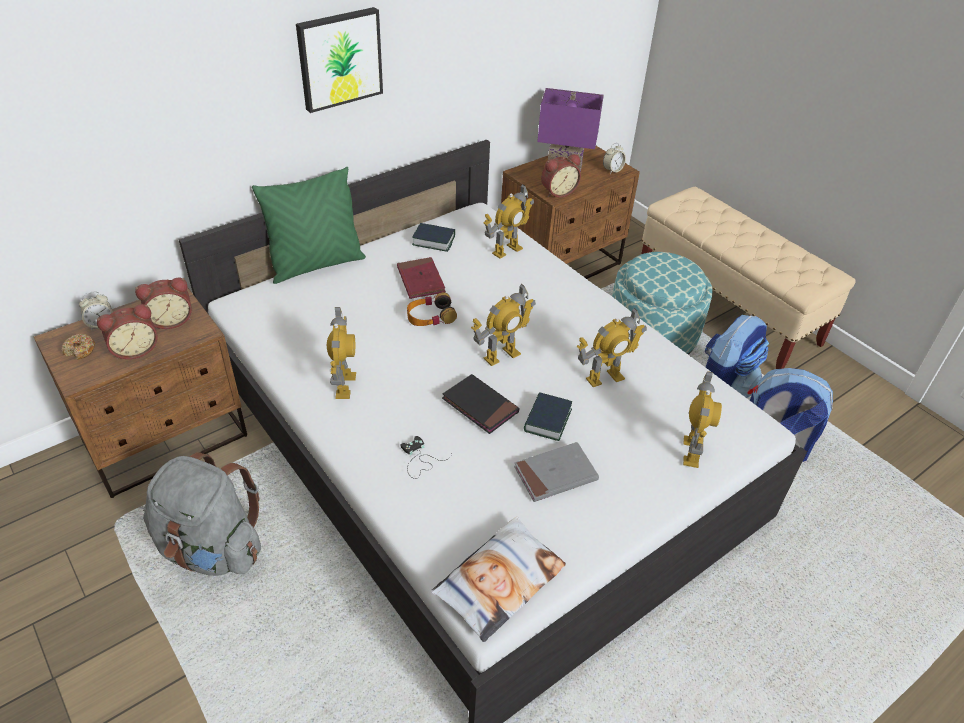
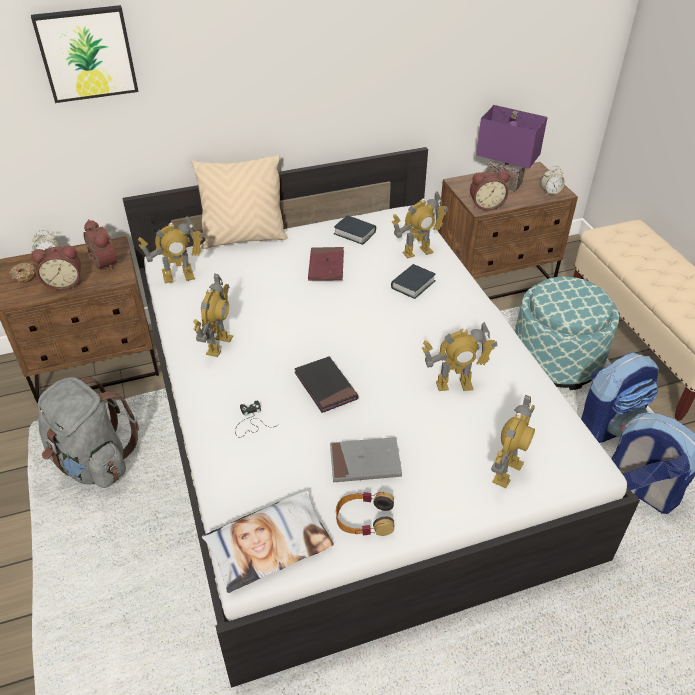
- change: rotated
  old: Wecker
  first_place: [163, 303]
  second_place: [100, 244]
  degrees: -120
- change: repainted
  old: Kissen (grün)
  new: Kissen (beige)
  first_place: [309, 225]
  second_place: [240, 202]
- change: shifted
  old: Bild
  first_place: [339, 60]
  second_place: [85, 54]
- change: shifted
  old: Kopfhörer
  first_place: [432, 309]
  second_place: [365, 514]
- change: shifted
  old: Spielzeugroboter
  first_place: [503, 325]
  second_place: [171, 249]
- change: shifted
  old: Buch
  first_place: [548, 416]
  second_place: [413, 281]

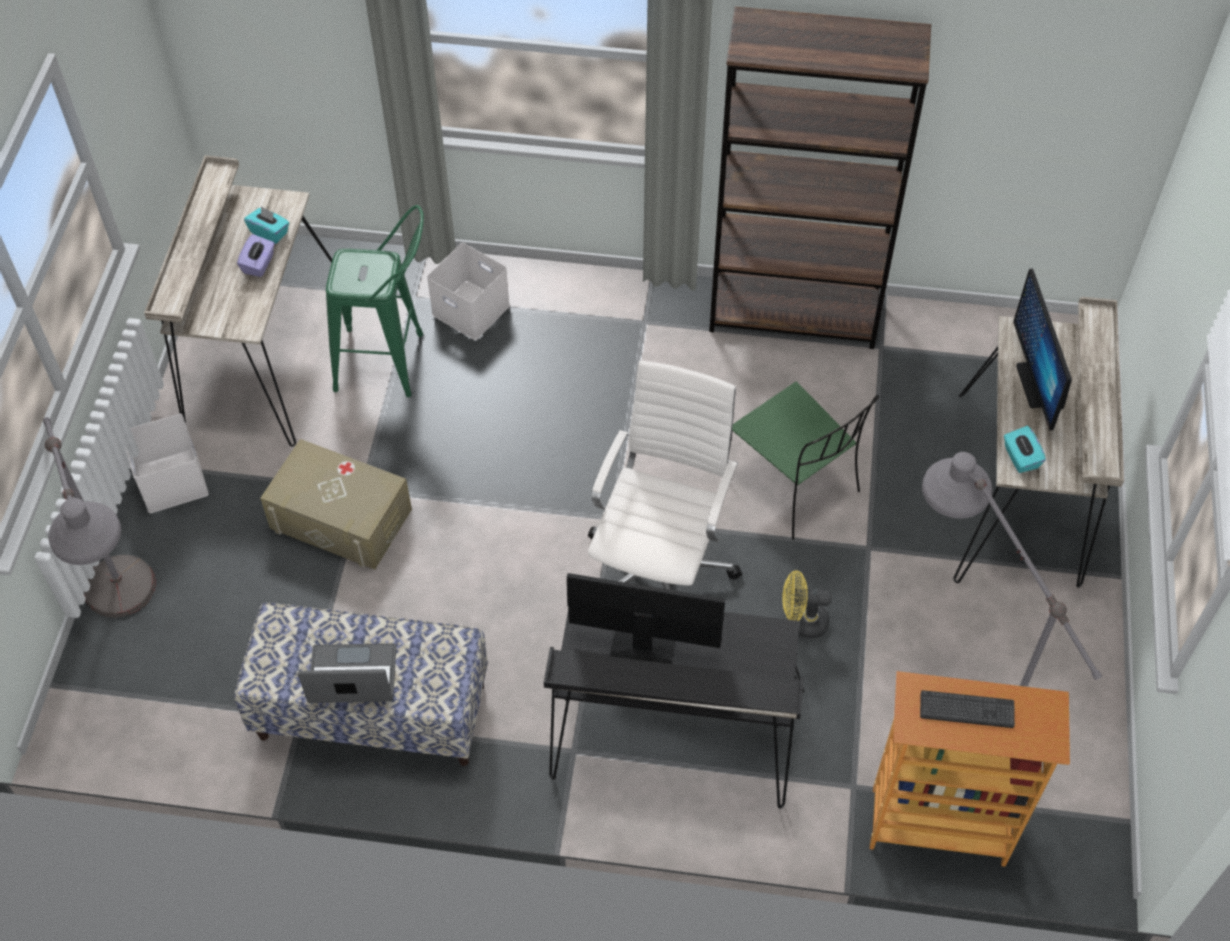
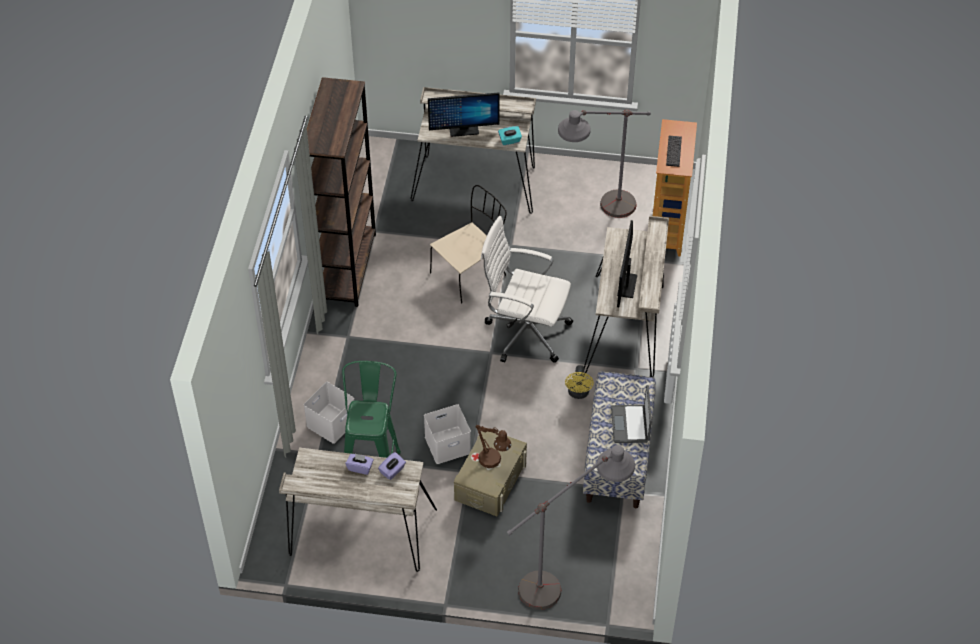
- change: shifted
  old: Aufbewahrungsbox (weiß)
  first_place: [167, 463]
  second_place: [447, 434]
- change: gone
  old: Taschentuchbox (türkis)
  first_place: [266, 225]
- change: repainted
  old: Schreibtisch (schwarz)
  new: Schreibtisch (beige)
  first_place: [674, 710]
  second_place: [626, 296]
- change: repainted
  old: Stuhl (grün)
  new: Stuhl (beige)
  first_place: [804, 461]
  second_place: [468, 244]
- change: shifted
  old: Ventilator (gelb)
  first_place: [807, 604]
  second_place: [579, 382]
- change: new
  new: Taschentuchbox (lila)
  second_place: [392, 466]
- change: new
  new: Tischlampe (braun)
  second_place: [493, 446]

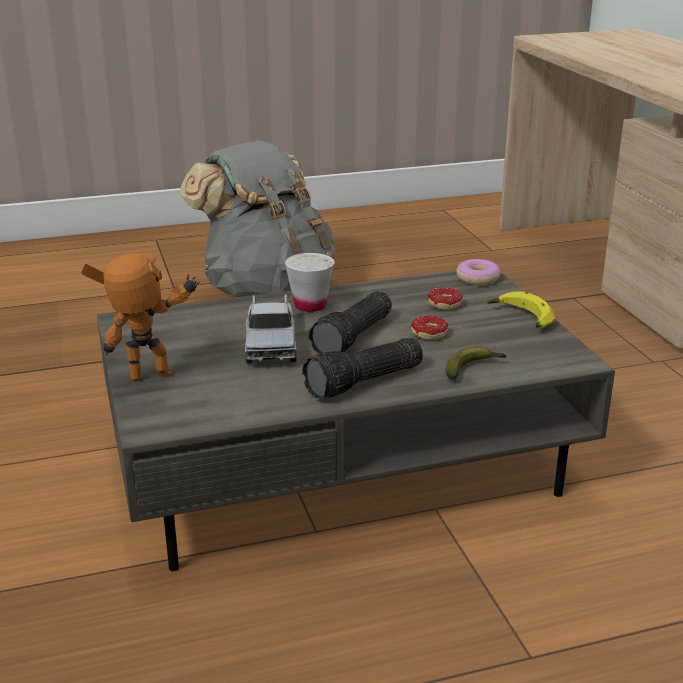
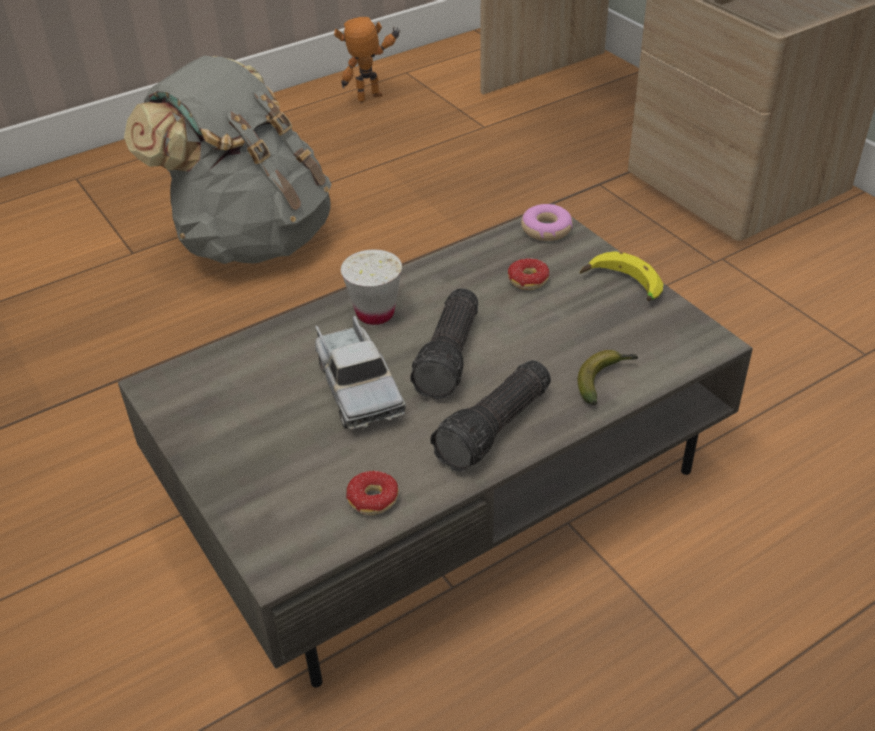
- change: shifted
  old: Spielzeugroboter
  first_place: [140, 317]
  second_place: [367, 59]
- change: shifted
  old: Donut
  first_place: [429, 327]
  second_place: [372, 493]

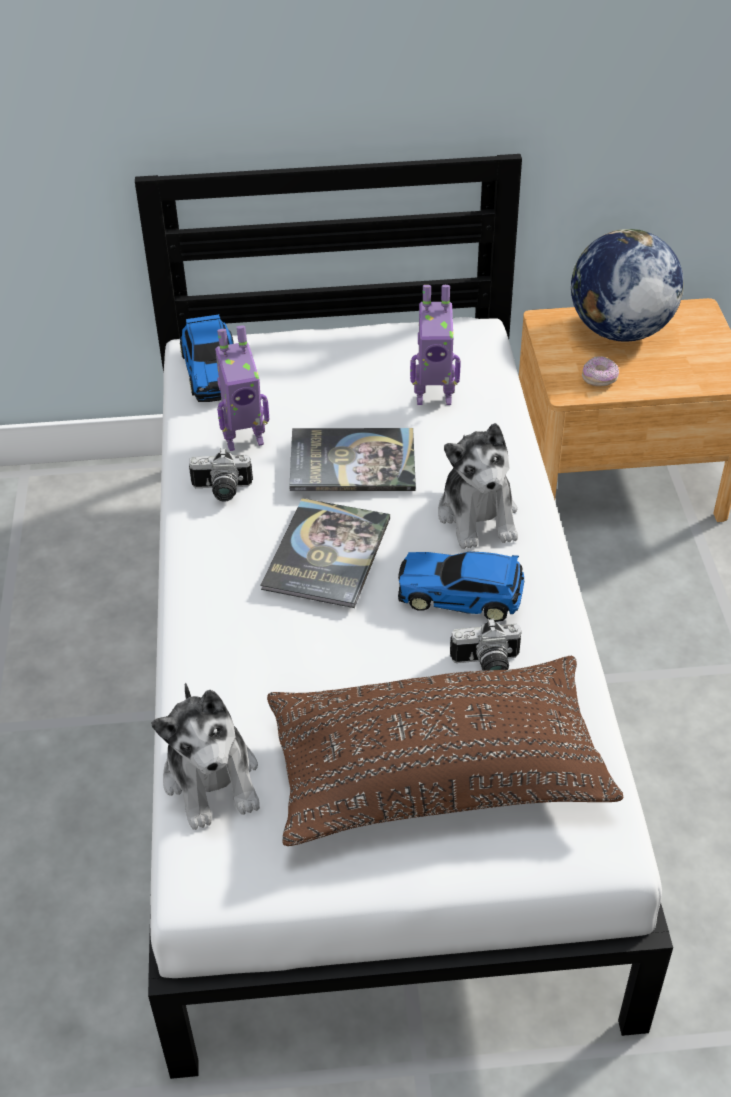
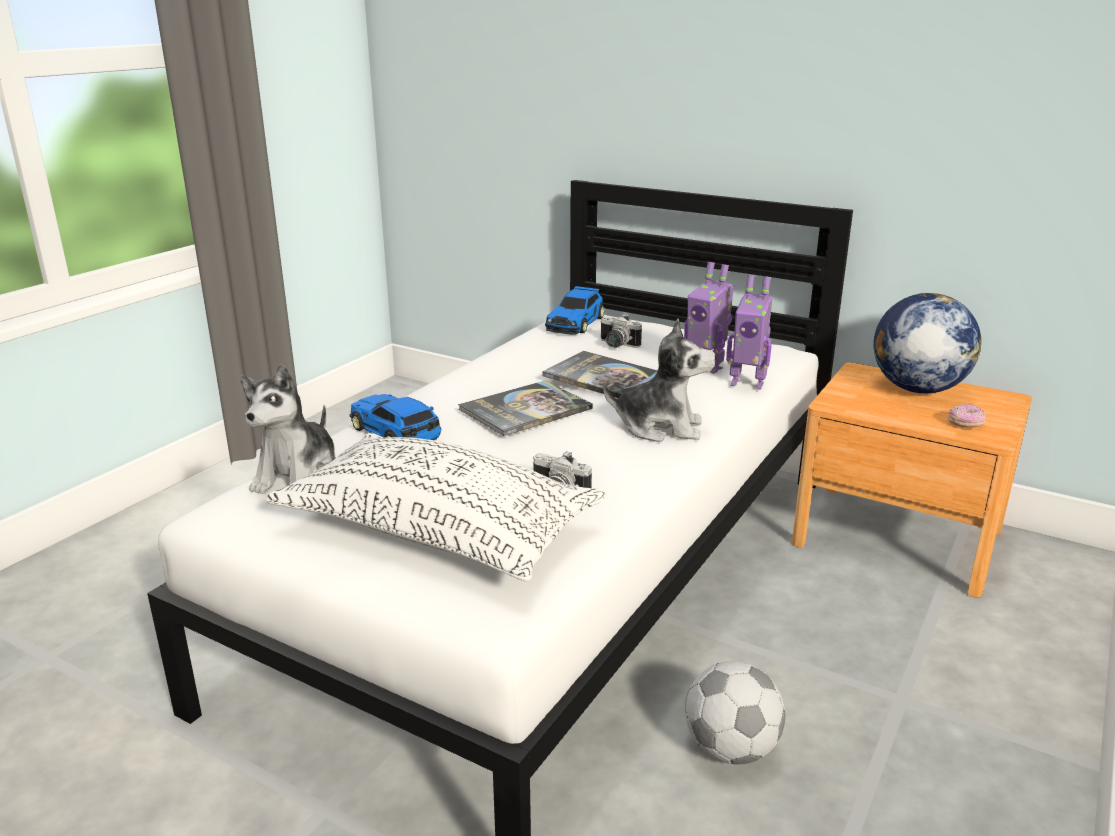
- change: shifted
  old: Kamera
  first_place: [221, 475]
  second_place: [621, 331]
- change: shifted
  old: Spielzeugroboter
  first_place: [242, 388]
  second_place: [749, 332]
- change: repainted
  old: Kissen (braun)
  new: Kissen (weiß)
  first_place: [445, 751]
  second_place: [435, 507]
- change: shifted
  old: Spielzeugauto
  first_place: [461, 586]
  second_place: [395, 417]
- change: rotated
  old: Plüschtier
  first_place: [478, 486]
  second_place: [659, 380]
  degrees: -105
- change: shifted
  old: Donut
  first_place: [600, 371]
  second_place: [967, 416]
- change: new
  new: Fußball
  second_place: [735, 713]

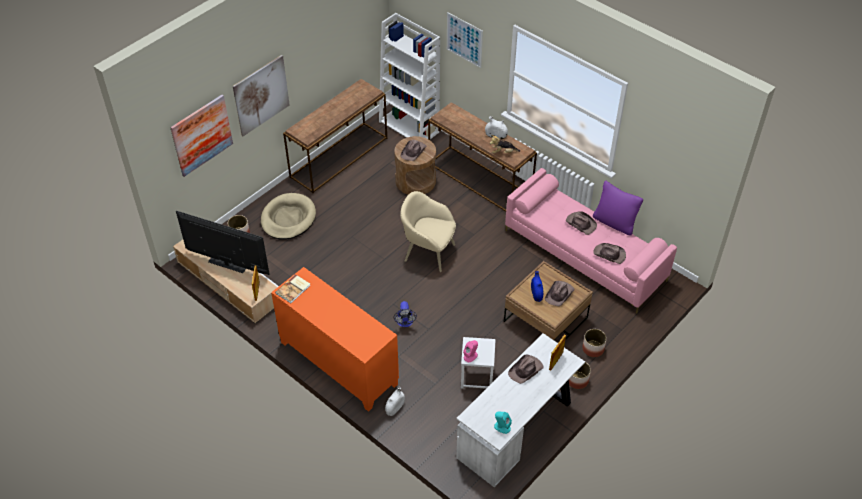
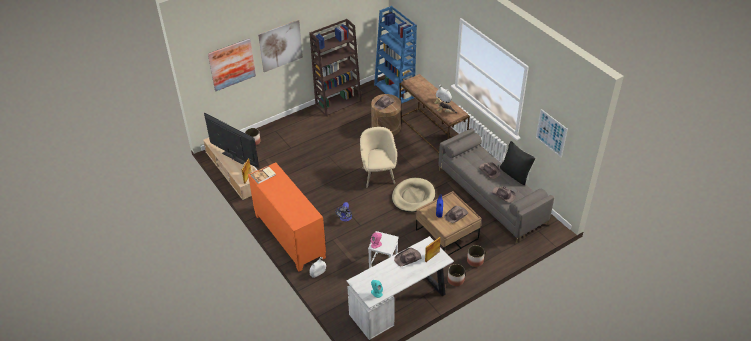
- change: shifted
  old: Hundebett (beige)
  first_place: [288, 216]
  second_place: [413, 195]
- change: swapped
  old: Konsolentisch (braun)
  new: Bücherregal (braun)
  first_place: [335, 136]
  second_place: [335, 68]
- change: repainted
  old: Bücherregal (weiß)
  new: Bücherregal (blau)
  first_place: [409, 76]
  second_place: [395, 55]
- change: rotated
  old: Sessel (beige)
  first_place: [428, 231]
  second_place: [378, 157]
  degrees: 45
- change: shifted
  old: Bild
  first_place: [465, 40]
  second_place: [552, 133]
- change: repainted
  old: Sofa (rosa)
  new: Sofa (grau)
  first_place: [591, 241]
  second_place: [496, 185]
- change: repainted
  old: Kissen (lila)
  new: Kissen (schwarz)
  first_place: [618, 208]
  second_place: [517, 163]

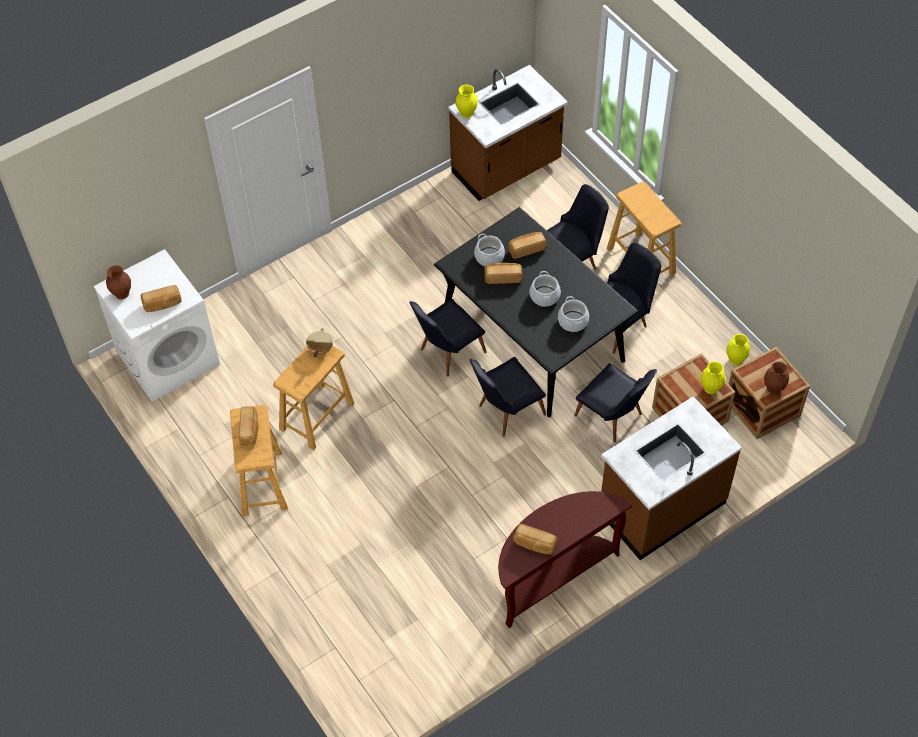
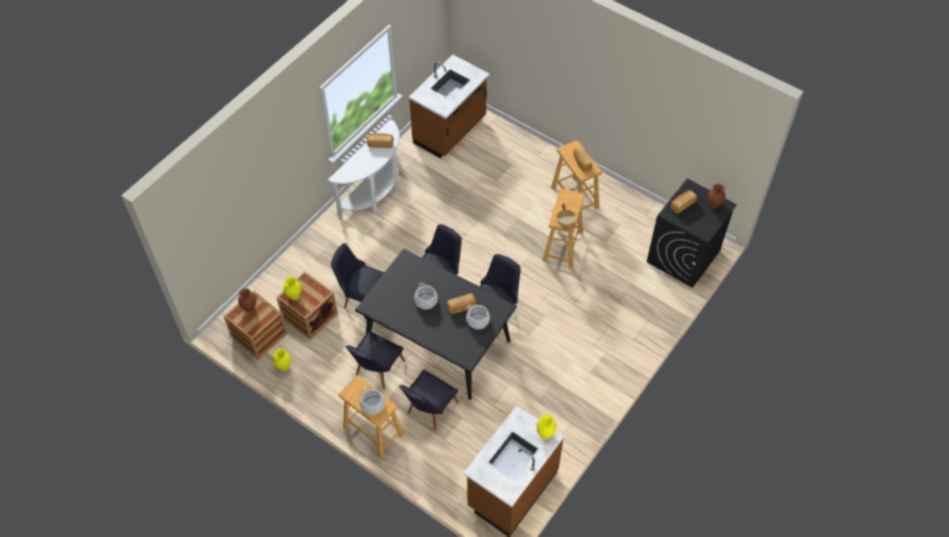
- change: repainted
  old: Waschmaschine (weiß)
  new: Waschmaschine (schwarz)
  first_place: [157, 325]
  second_place: [692, 233]
- change: repainted
  old: Konsolentisch (braun)
  new: Konsolentisch (weiß)
  first_place: [565, 559]
  second_place: [364, 168]
- change: gone
  old: Brot
  first_place: [527, 245]
- change: shifted
  old: Kochtopf
  first_place: [573, 314]
  second_place: [372, 401]
- change: shifted
  old: Küchenzeile (braun)
  first_place: [671, 478]
  second_place: [449, 106]

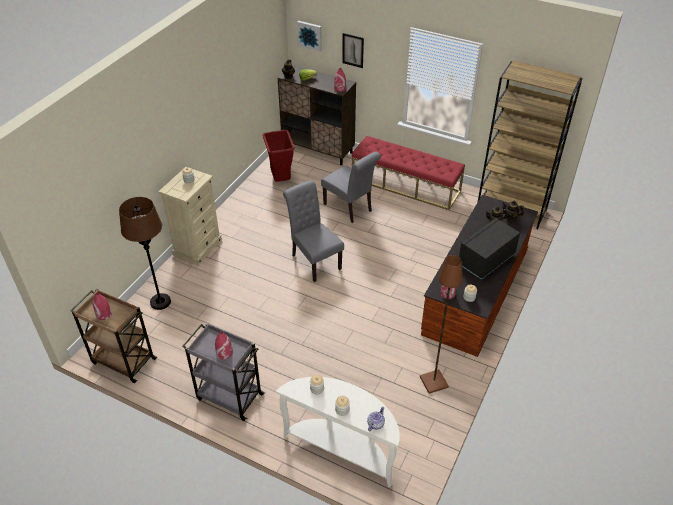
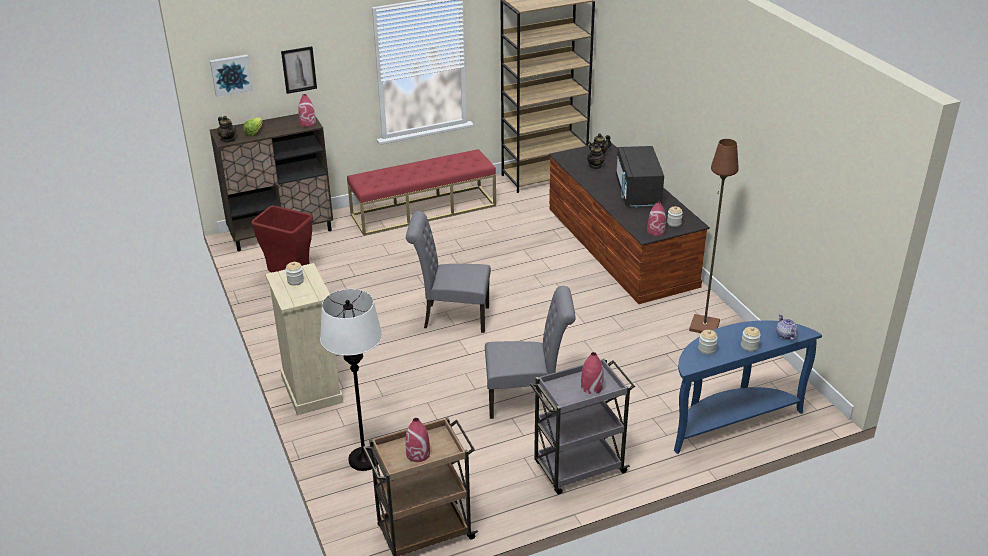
- change: repainted
  old: Stehlampe (braun)
  new: Stehlampe (weiß)
  first_place: [145, 253]
  second_place: [351, 380]
- change: repainted
  old: Konsolentisch (weiß)
  new: Konsolentisch (blau)
  first_place: [338, 432]
  second_place: [748, 387]
- change: shifted
  old: Stuhl (grau)
  first_place: [351, 187]
  second_place: [530, 352]

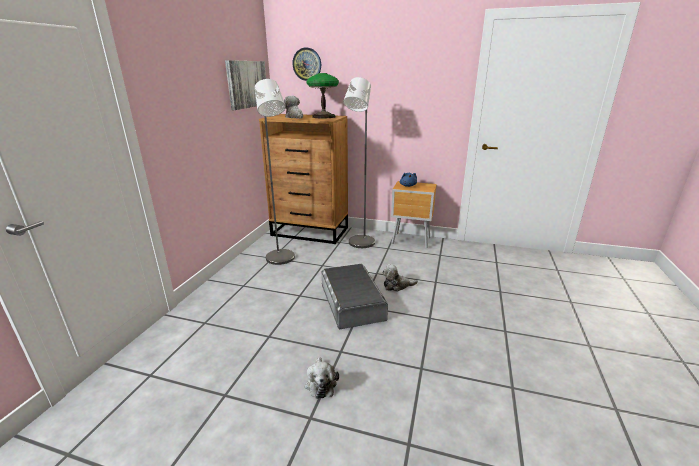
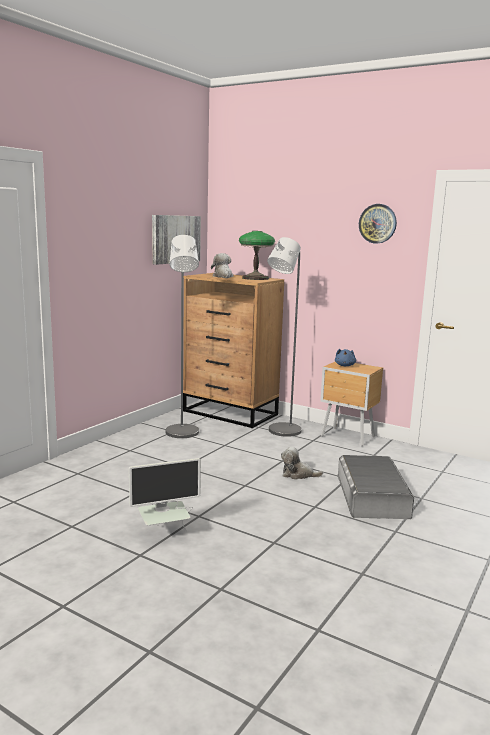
- change: shifted
  old: Wanduhr
  first_place: [306, 64]
  second_place: [378, 224]
- change: swapped
  old: Plüschtier
  new: Monitor
  first_place: [322, 378]
  second_place: [165, 494]
- change: shifted
  old: Aufbewahrungsbox (grau)
  first_place: [355, 296]
  second_place: [376, 487]

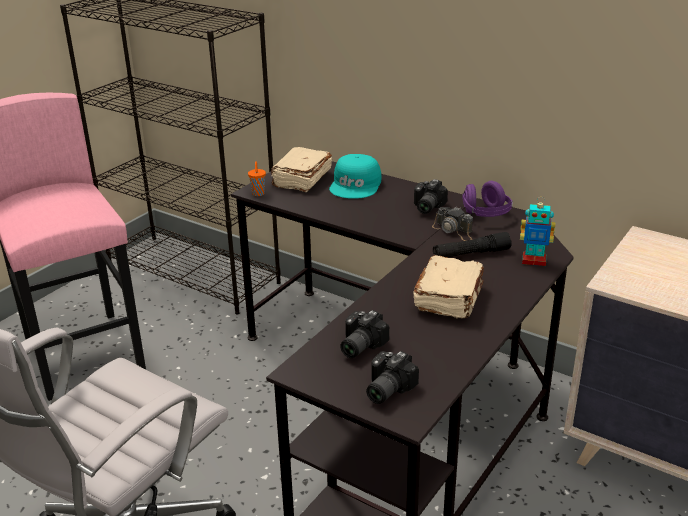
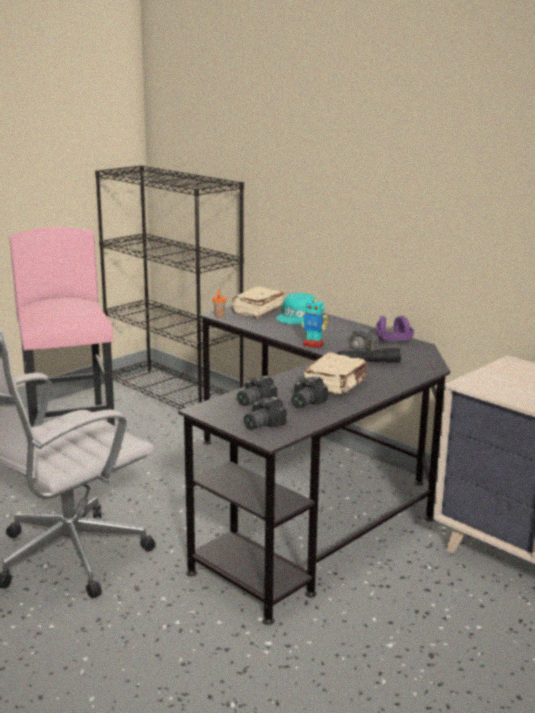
- change: shifted
  old: Kamera
  first_place: [431, 196]
  second_place: [309, 392]
- change: shifted
  old: Spielzeugroboter
  first_place: [538, 231]
  second_place: [315, 321]

